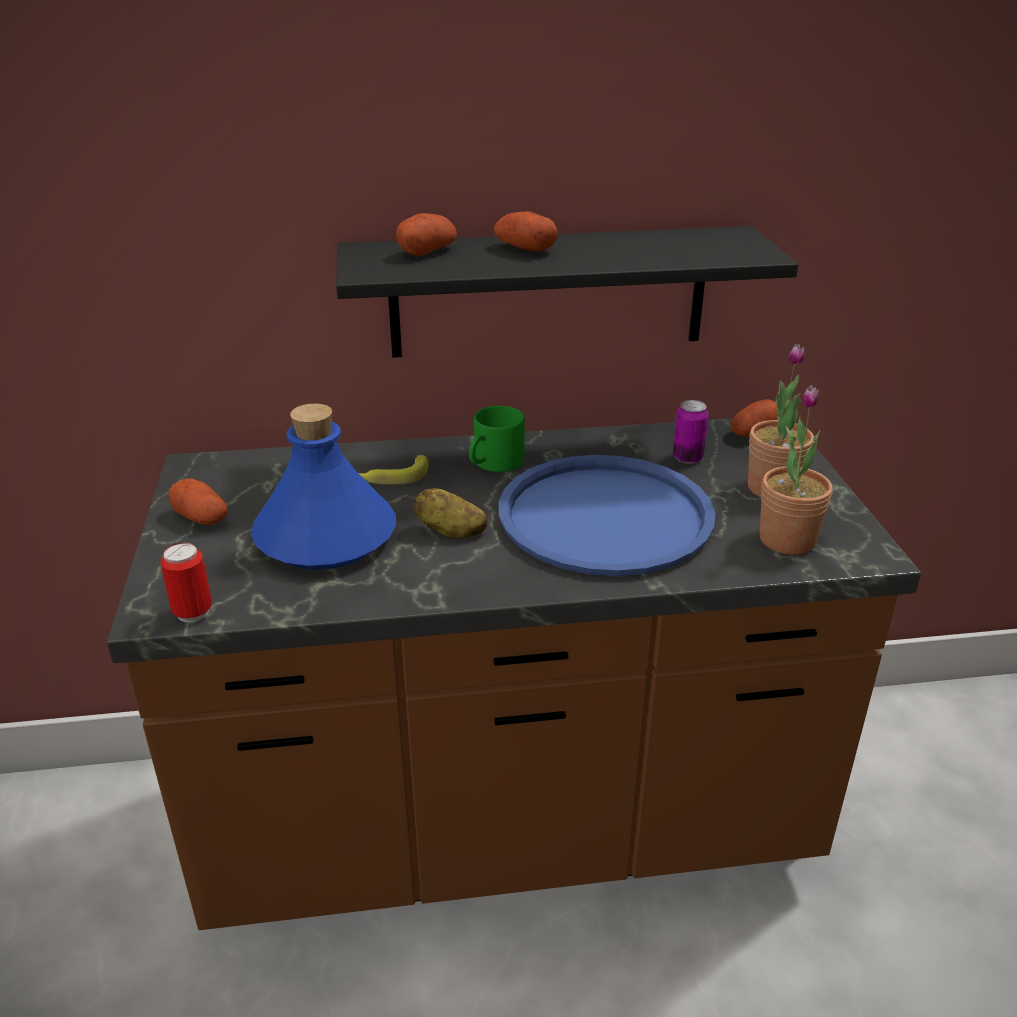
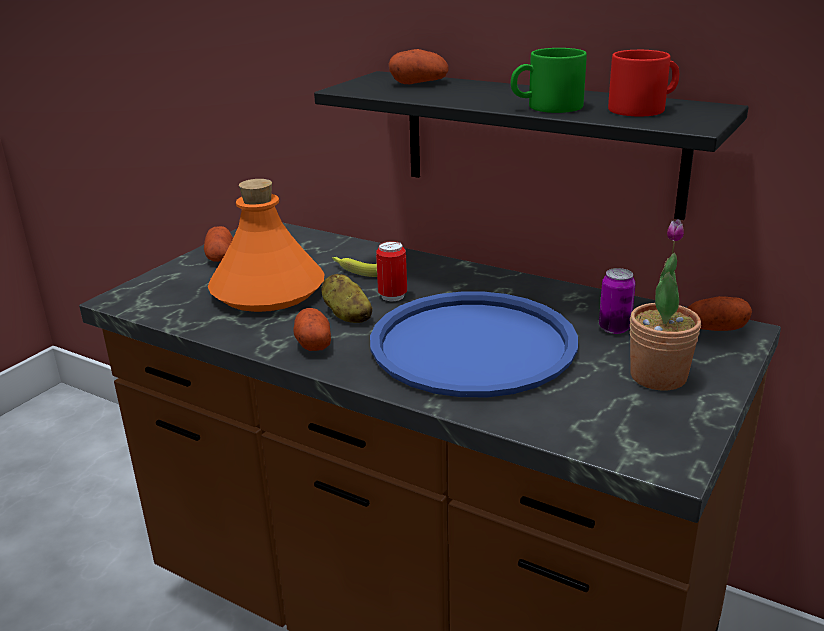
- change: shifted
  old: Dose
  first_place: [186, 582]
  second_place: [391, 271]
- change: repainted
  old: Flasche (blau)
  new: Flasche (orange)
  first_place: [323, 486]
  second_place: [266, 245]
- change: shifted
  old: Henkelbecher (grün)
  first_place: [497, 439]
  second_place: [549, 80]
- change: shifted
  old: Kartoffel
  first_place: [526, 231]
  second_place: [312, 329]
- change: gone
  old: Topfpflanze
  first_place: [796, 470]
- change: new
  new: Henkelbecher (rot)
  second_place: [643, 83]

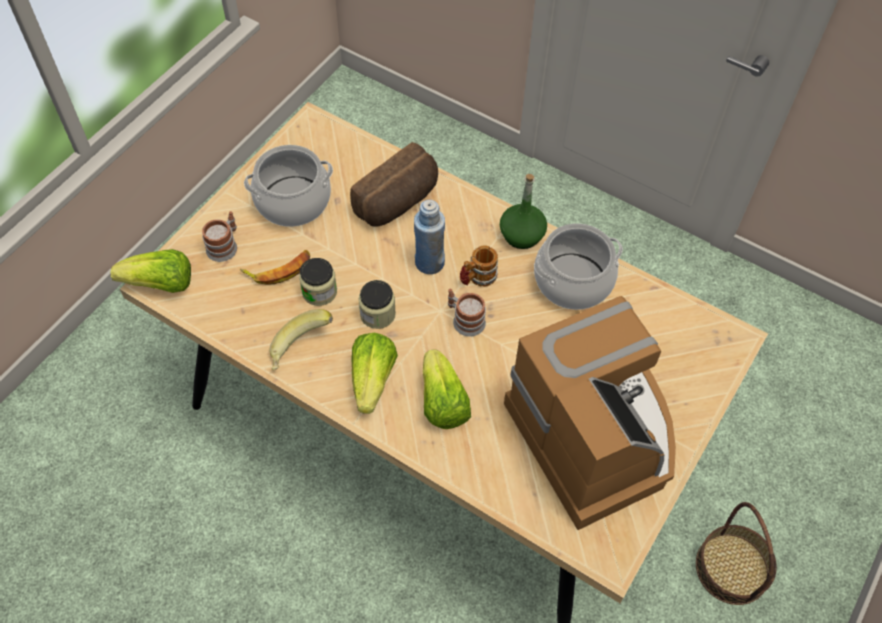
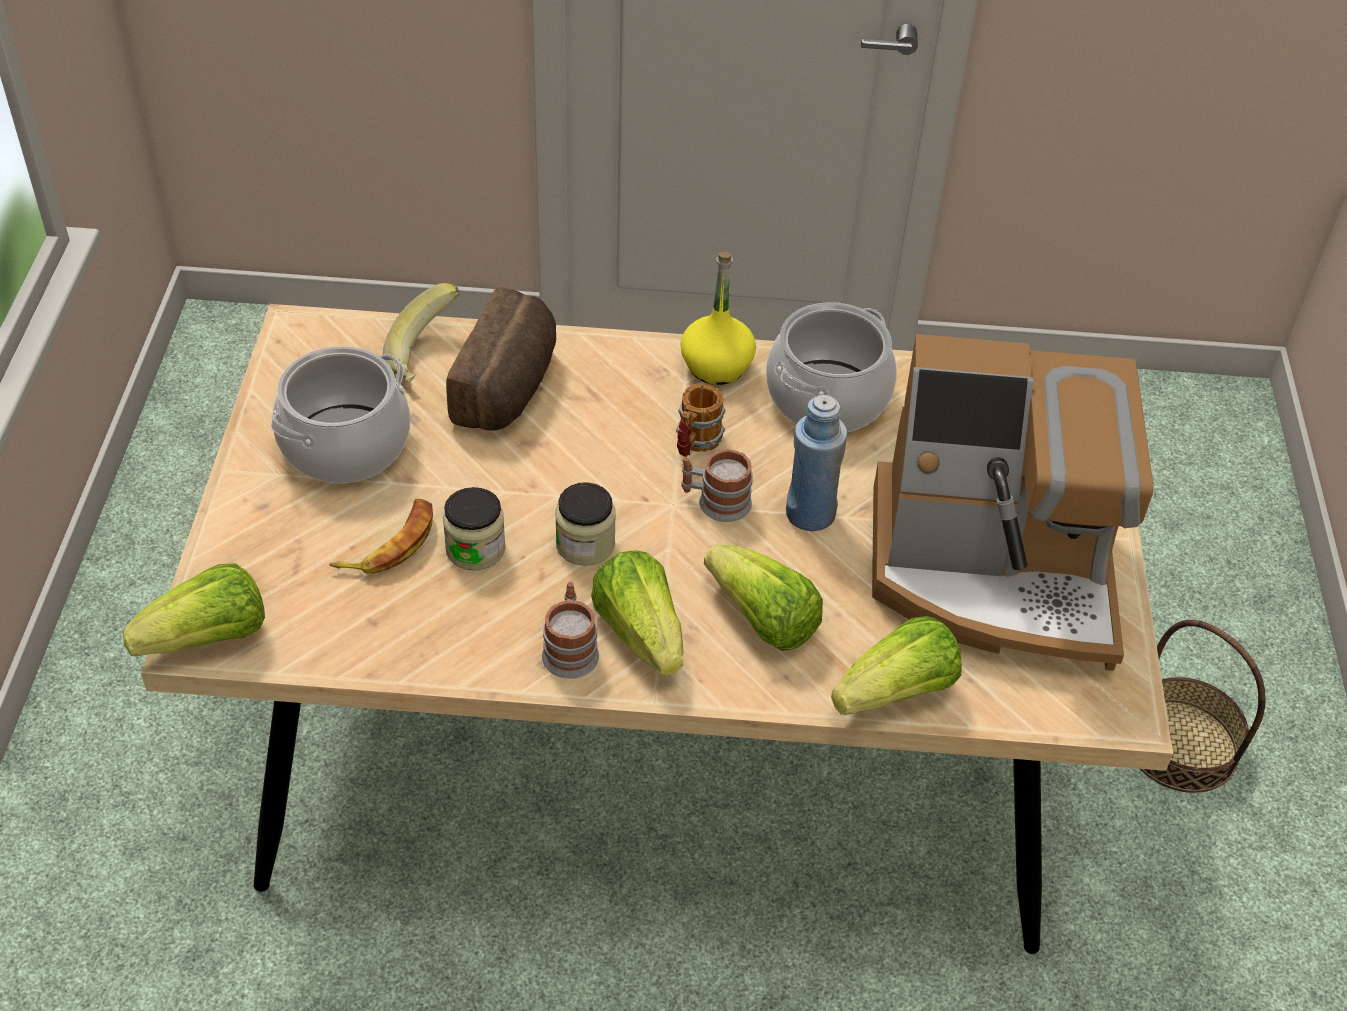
- change: shifted
  old: Henkelbecher
  first_place: [219, 236]
  second_place: [570, 630]
- change: shifted
  old: Banane
  first_place: [301, 339]
  second_place: [421, 333]
- change: shifted
  old: Flasche (blau)
  first_place: [429, 237]
  second_place: [816, 463]
- change: repainted
  old: Flasche (grün)
  new: Flasche (gelb)
  first_place: [523, 211]
  second_place: [718, 318]
- change: rotated
  old: Kaffeemaschine
  first_place: [590, 413]
  second_place: [1012, 502]
  degrees: 150
- change: new
  new: Salatkopf
  second_place: [896, 665]

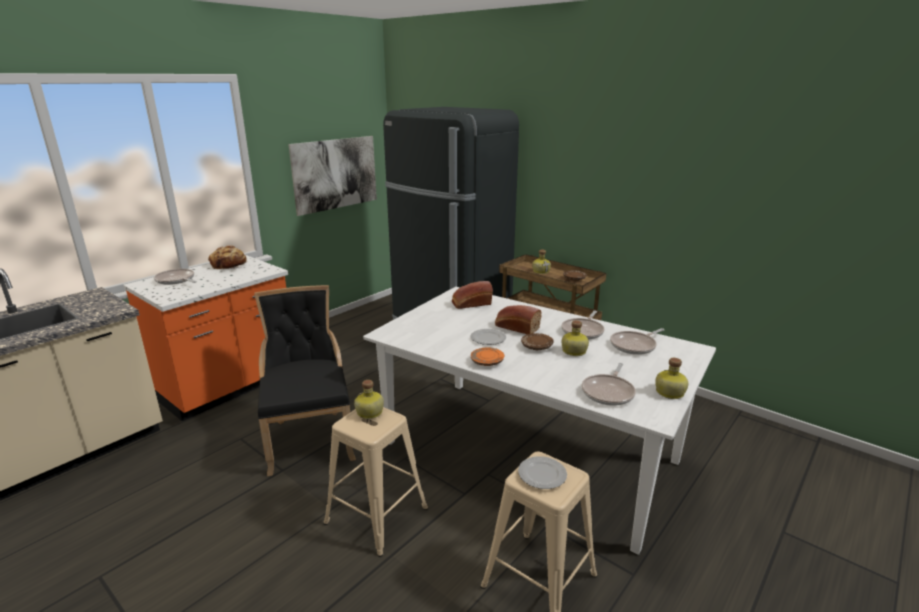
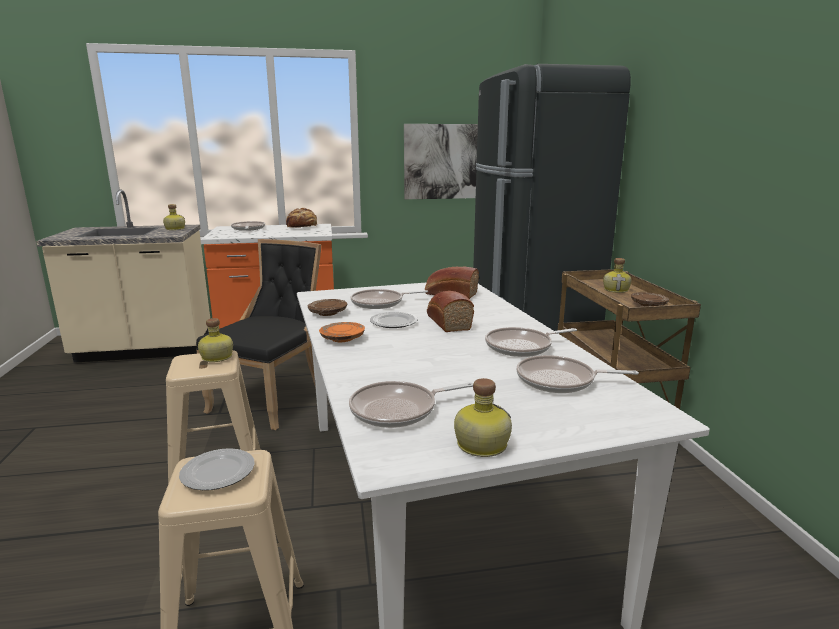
- change: shifted
  old: Teller (braun)
  first_place: [537, 341]
  second_place: [327, 307]
- change: shifted
  old: Flasche
  first_place: [575, 338]
  second_place: [174, 217]
- change: new
  new: Pfanne
  second_place: [389, 299]

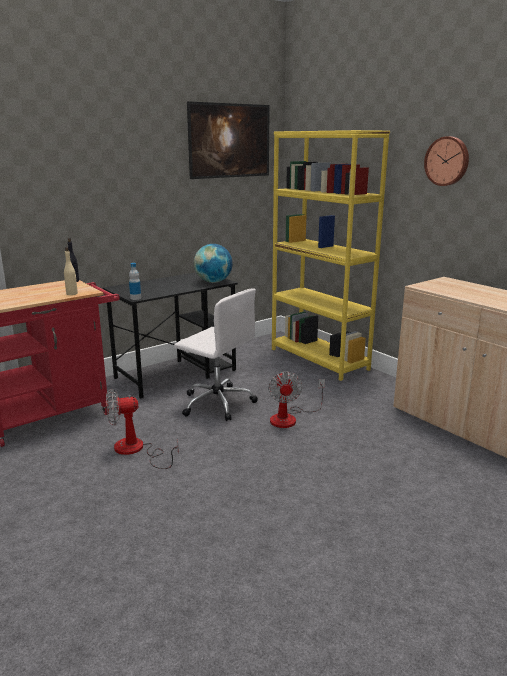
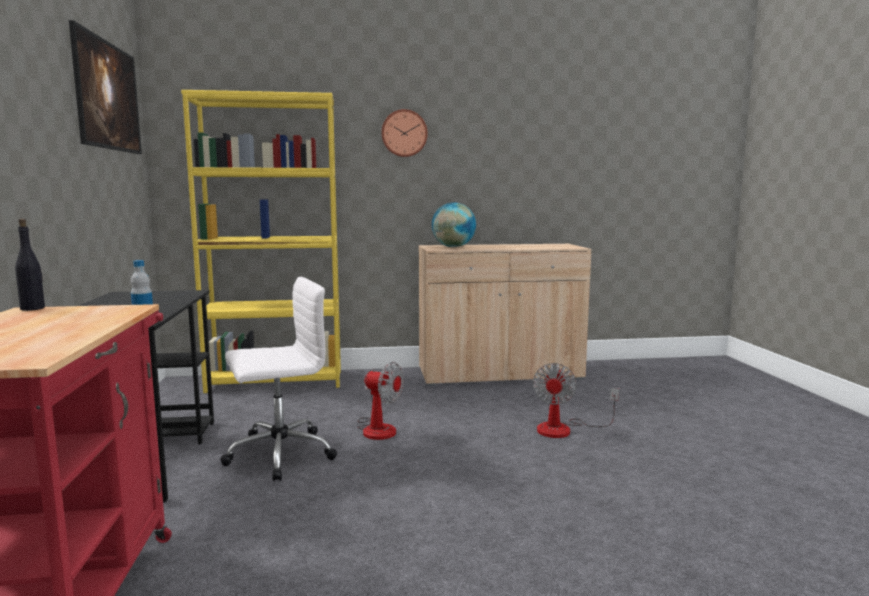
- change: gone
  old: Flasche (beige)
  first_place: [71, 271]
- change: shifted
  old: Ventilator
  first_place: [142, 429]
  second_place: [576, 400]
- change: shifted
  old: Globus
  first_place: [213, 263]
  second_place: [454, 224]

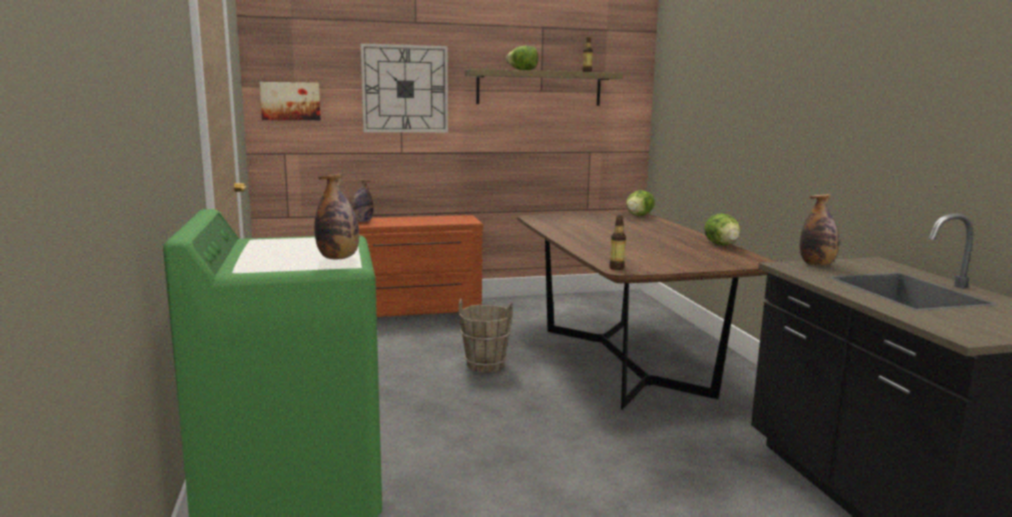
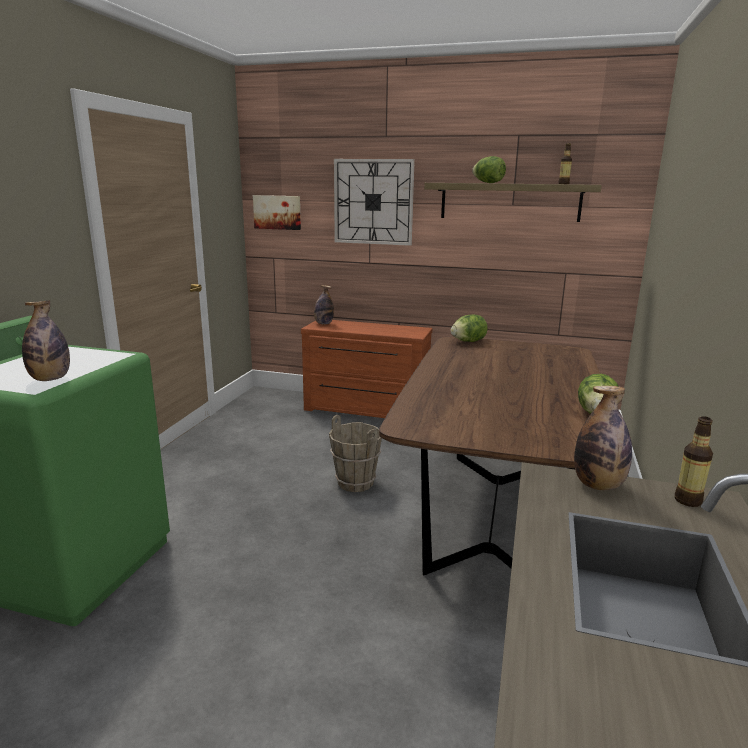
- change: shifted
  old: Flasche
  first_place: [617, 242]
  second_place: [694, 461]
- change: shifted
  old: Salatkopf
  first_place: [640, 203]
  second_place: [469, 328]

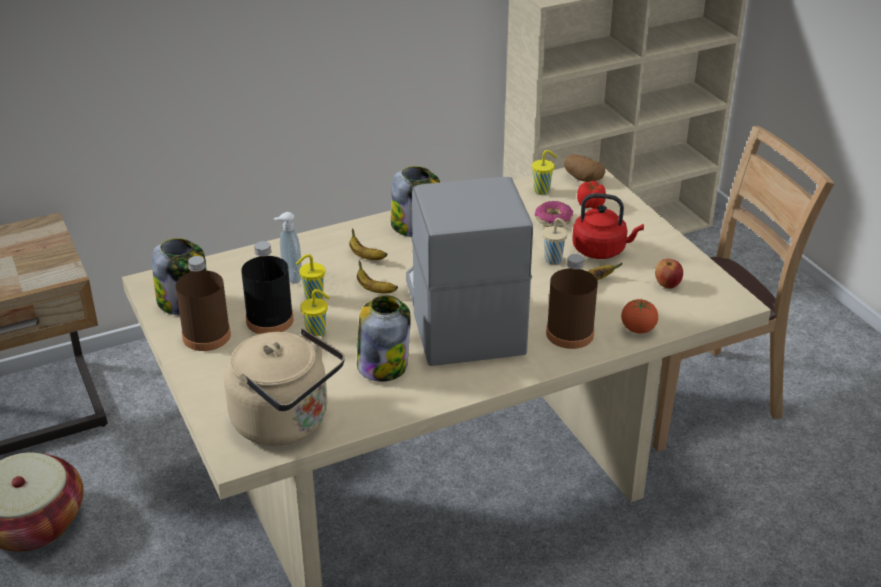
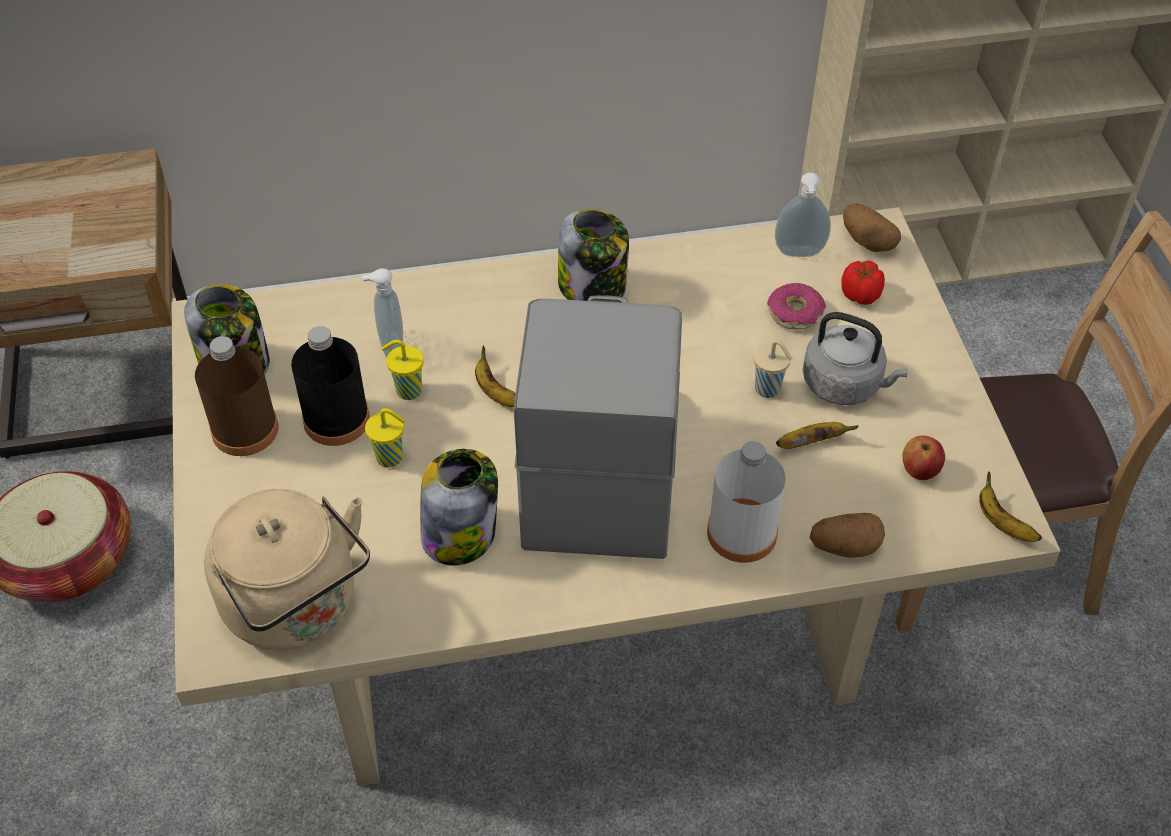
- change: shifted
  old: Banane
  first_place: [368, 244]
  second_place: [1010, 506]
- change: swapped
  old: Tasse (gelb)
  new: Seifenspender
  first_place: [544, 172]
  second_place: [803, 215]
- change: repainted
  old: Flasche (braun)
  new: Flasche (weiß)
  first_place: [572, 301]
  second_place: [746, 502]
- change: repainted
  old: Wasserkessel (rot)
  new: Wasserkessel (grau)
  first_place: [608, 226]
  second_place: [856, 358]
- change: swapped
  old: Tomate
  new: Kartoffel
  first_place: [639, 316]
  second_place: [847, 535]

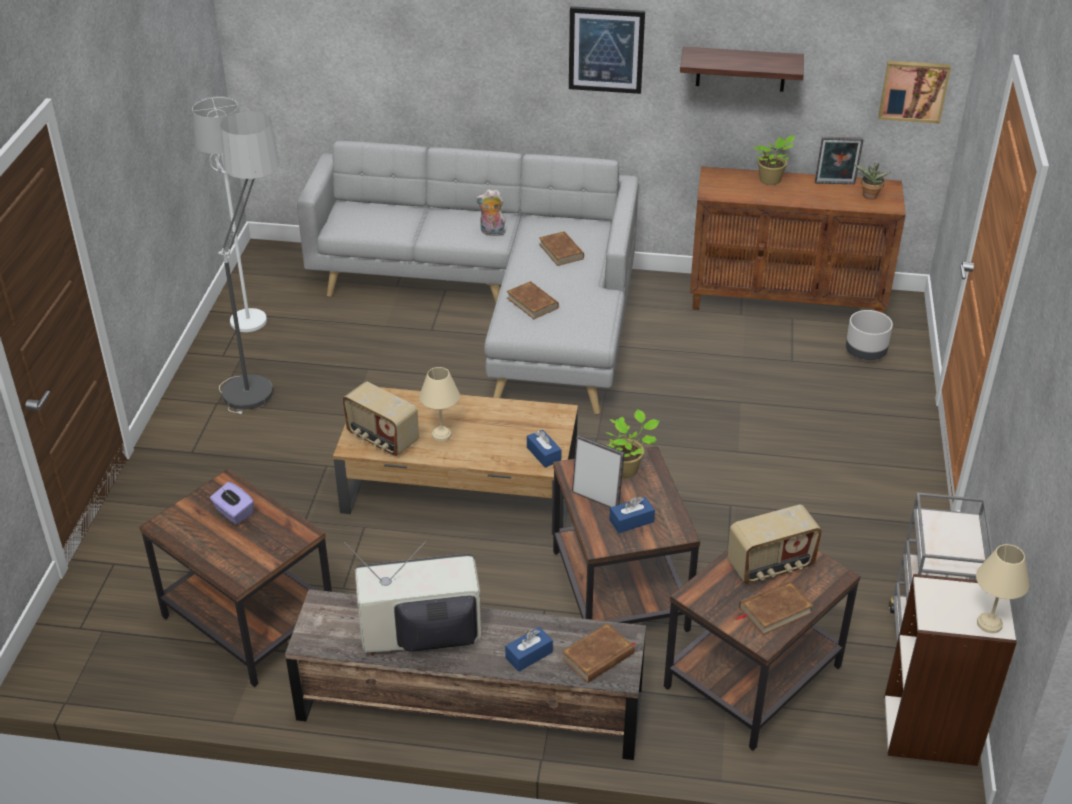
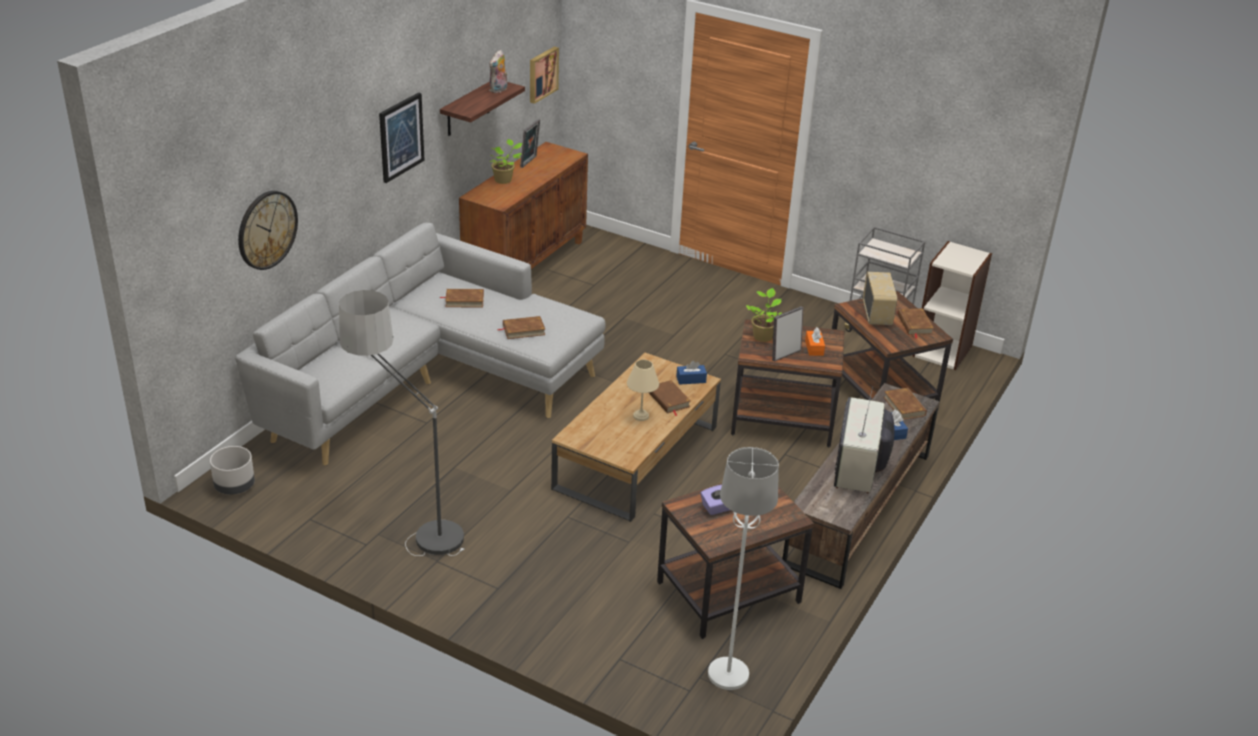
- change: shifted
  old: Stehlampe (weiß)
  first_place: [229, 214]
  second_place: [743, 568]
- change: gone
  old: Radio
  first_place: [381, 418]
- change: shifted
  old: Plüschtier
  first_place: [490, 213]
  second_place: [498, 71]
- change: repainted
  old: Taschentuchbox (blau)
  new: Taschentuchbox (orange)
  first_place: [632, 514]
  second_place: [815, 341]
- change: shifted
  old: Pflanzkübel (grau)
  first_place: [869, 335]
  second_place: [232, 470]
- change: gone
  old: Topfpflanze
  first_place: [872, 181]
- change: gone
  old: Tischlampe (beige)
  first_place: [1003, 588]
- change: new
  new: Wanduhr
  second_place: [268, 230]
- change: new
  new: Buch (braun)
  second_place: [670, 398]

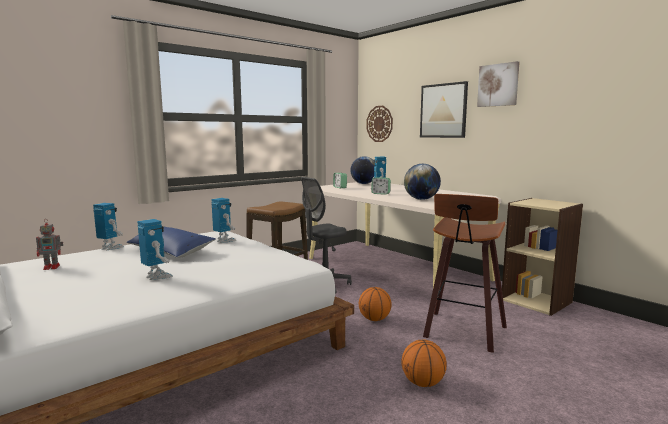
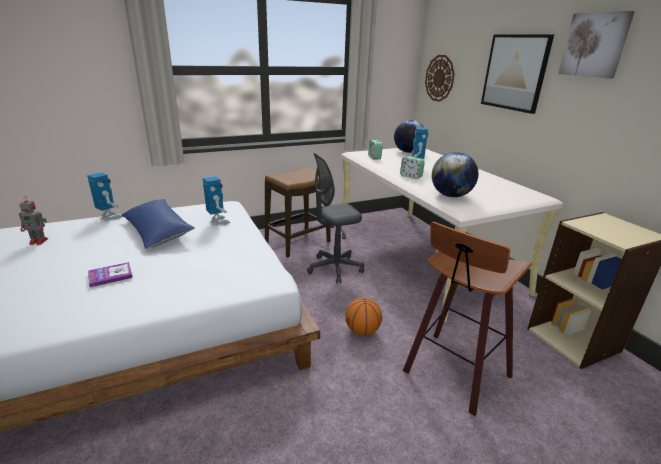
- change: swapped
  old: Spielzeugroboter
  new: Buch
  first_place: [155, 249]
  second_place: [110, 274]
- change: gone
  old: Basketball
  first_place: [424, 363]

